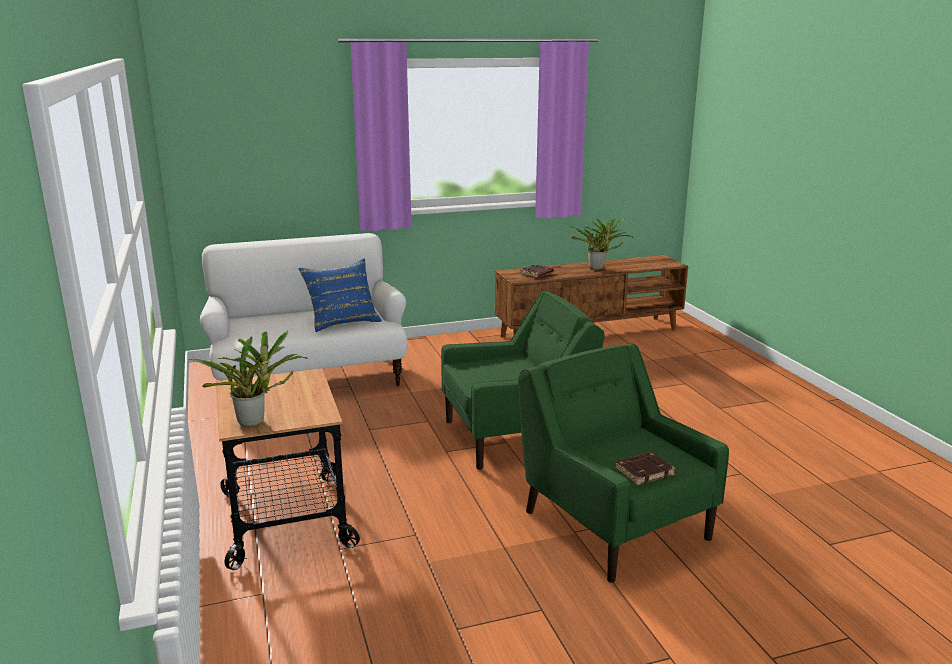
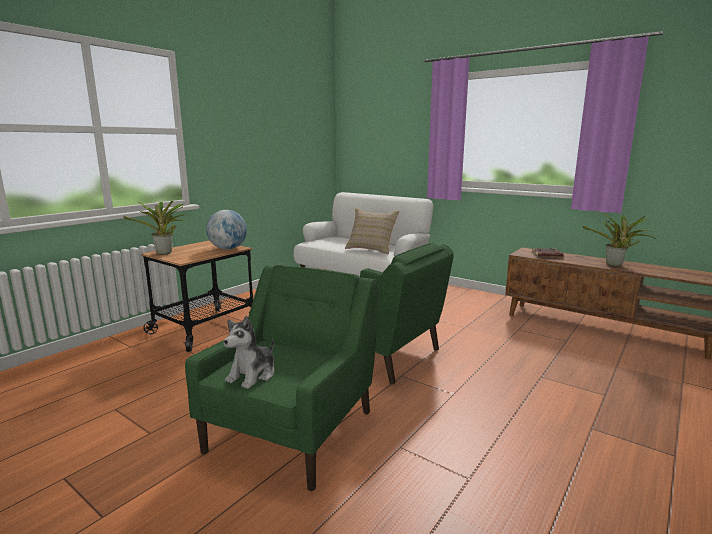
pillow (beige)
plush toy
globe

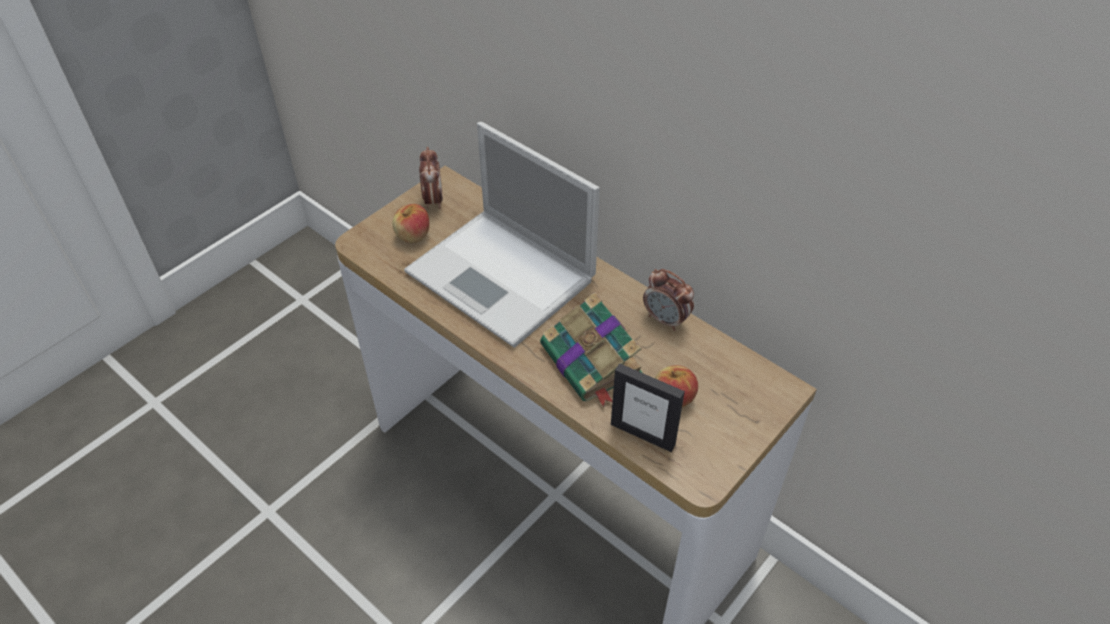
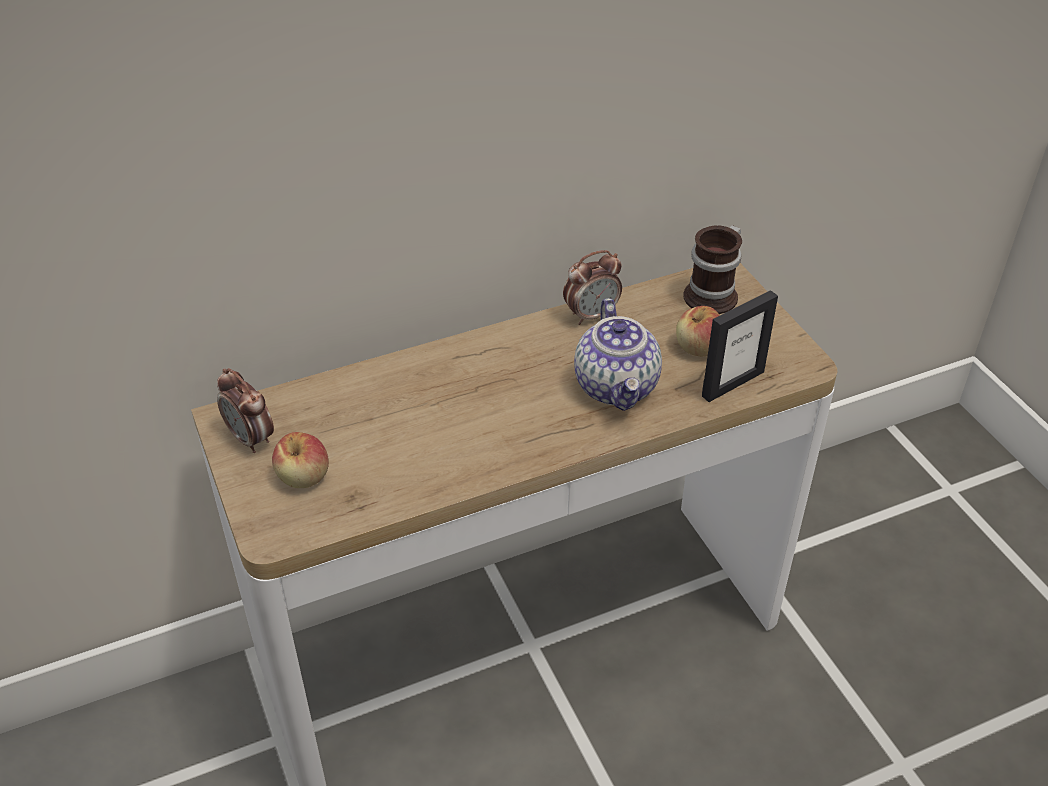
laptop
alarm clock (1st from left)
teapot
mug

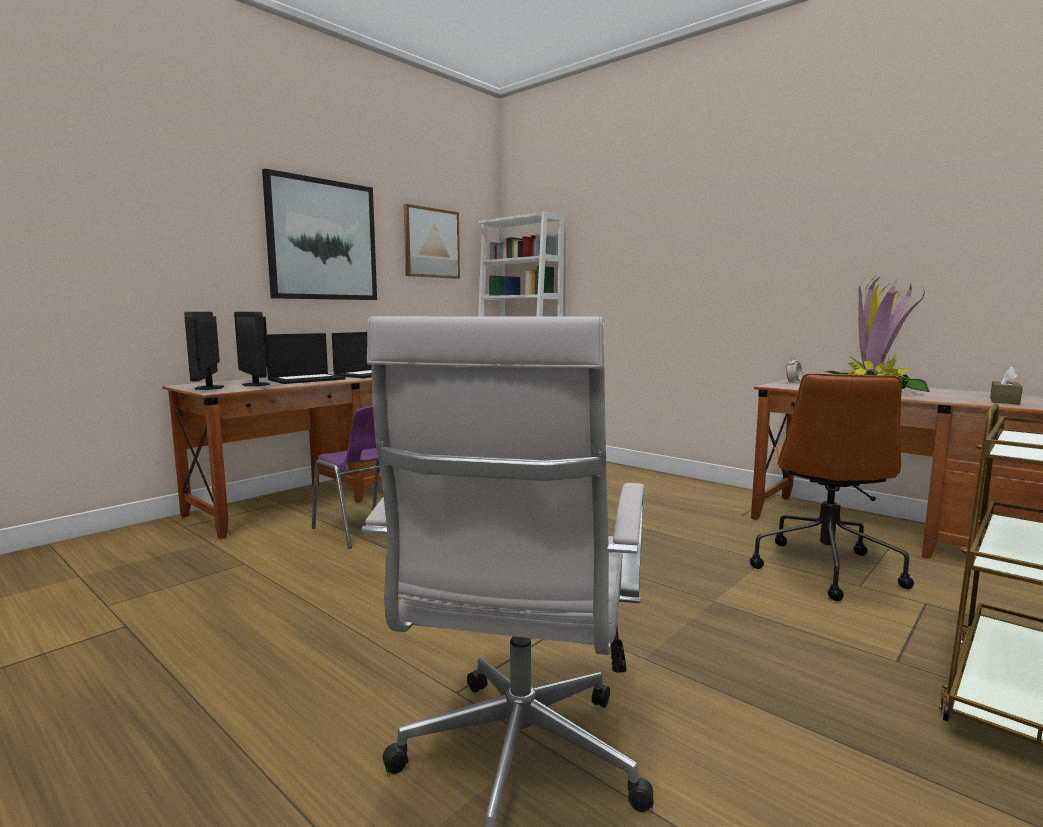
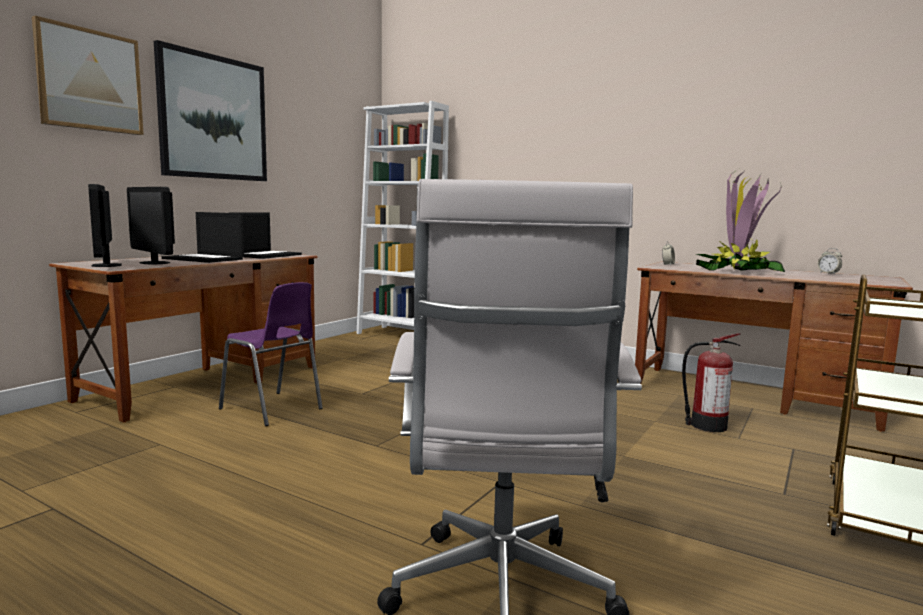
laptop (1st from left)
picture (1st from left)
fire extinguisher
tissue box (brown)
alarm clock (2nd from left)

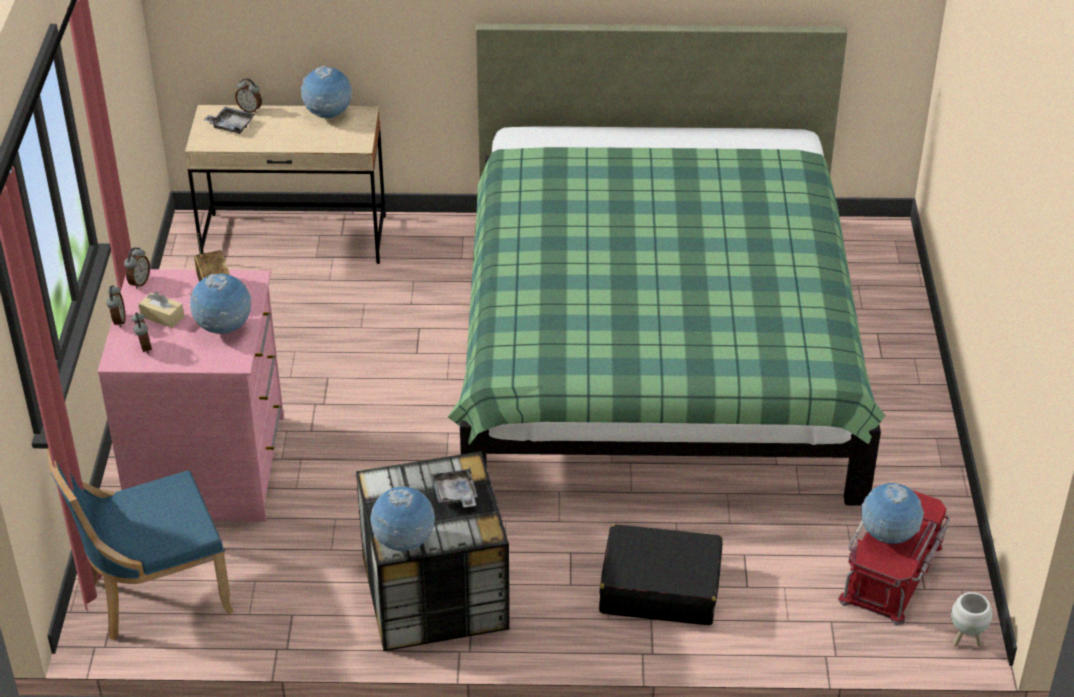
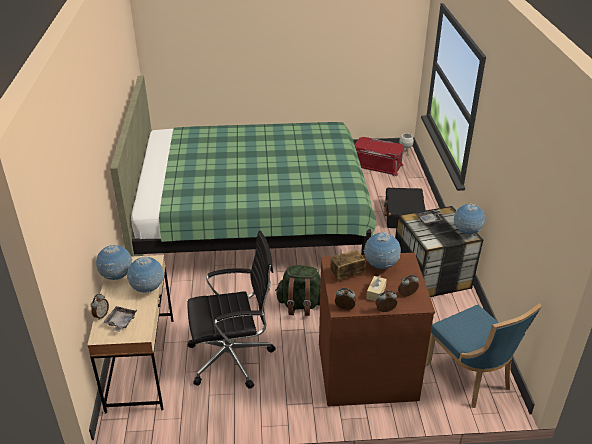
dresser (brown)
globe (2nd from left)
office chair (black)
backpack (green)

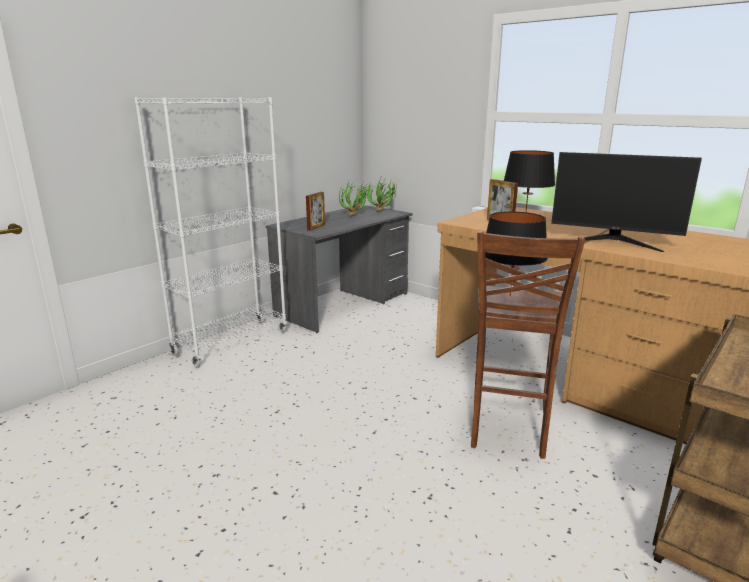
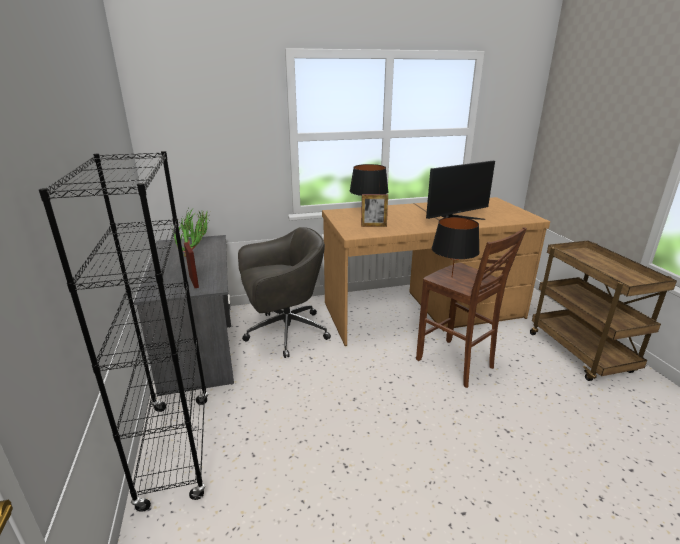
bookcase (black)
office chair (grey)

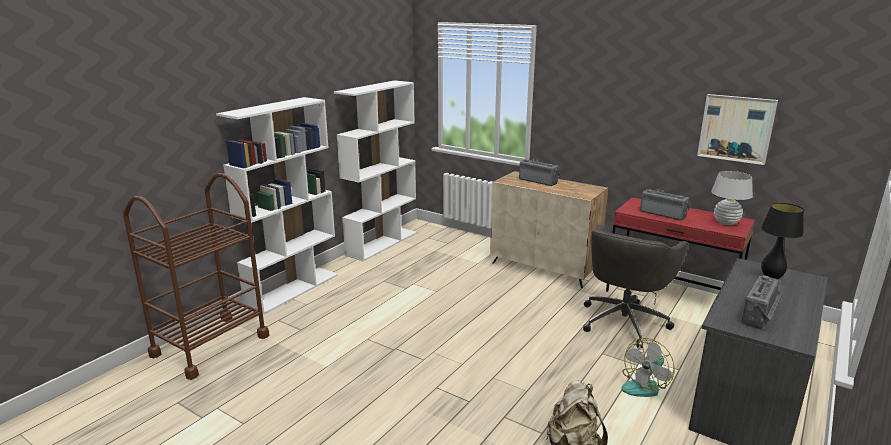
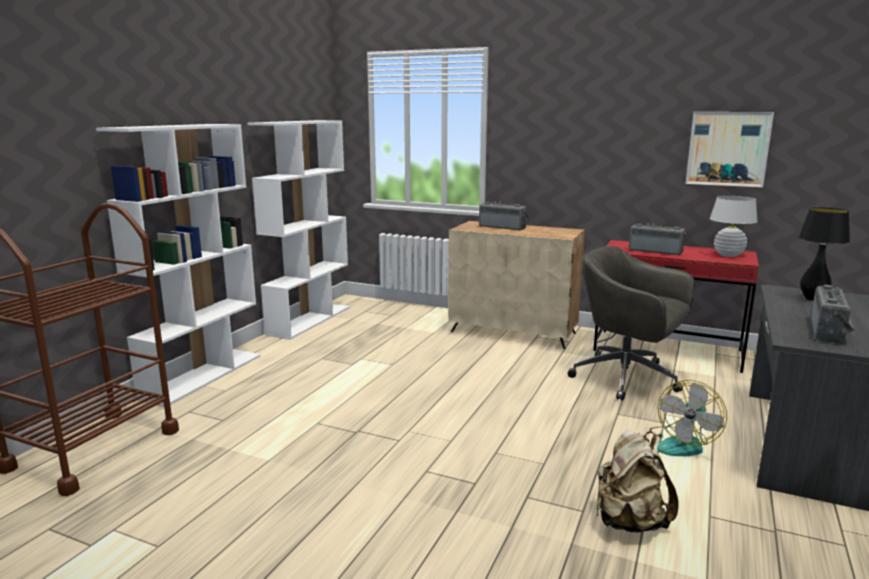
office chair (grey)

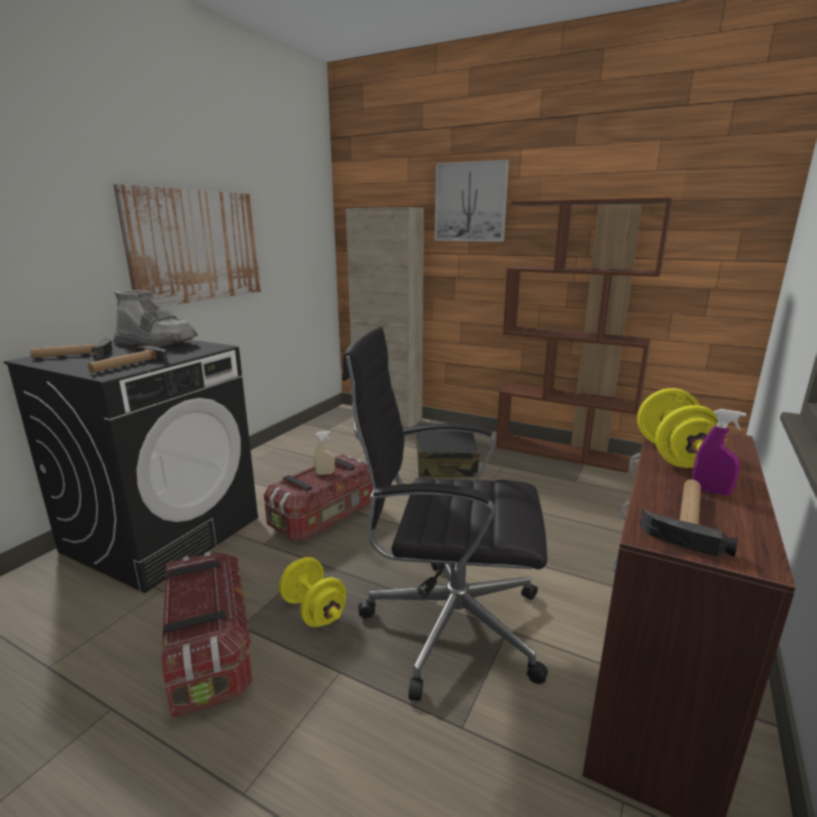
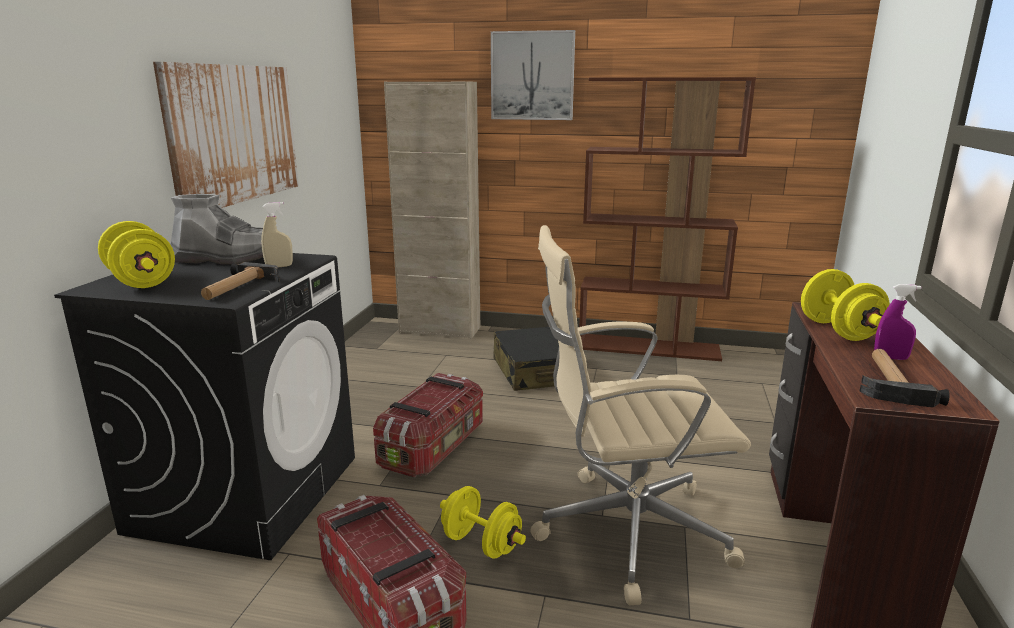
dumbbell (yellow) (1st from left)
spray bottle (beige)
office chair (beige)

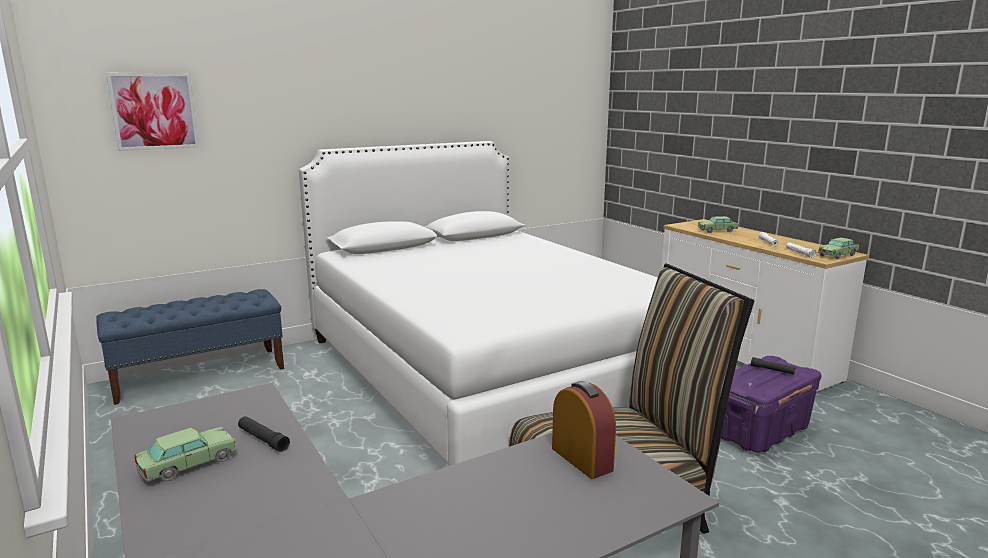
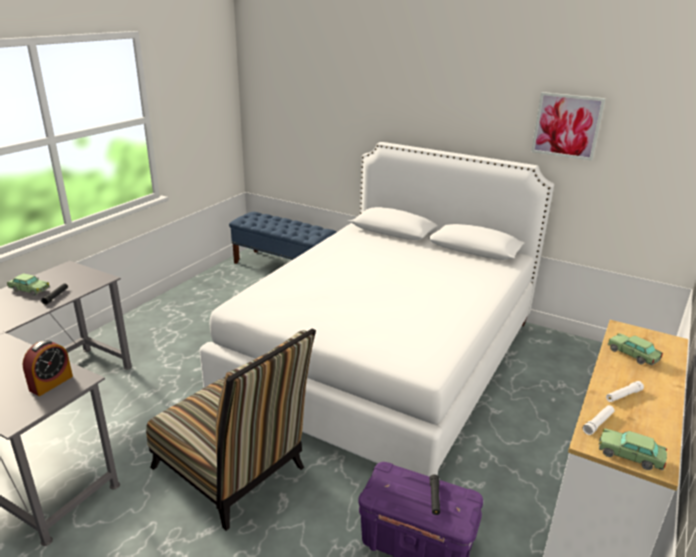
picture

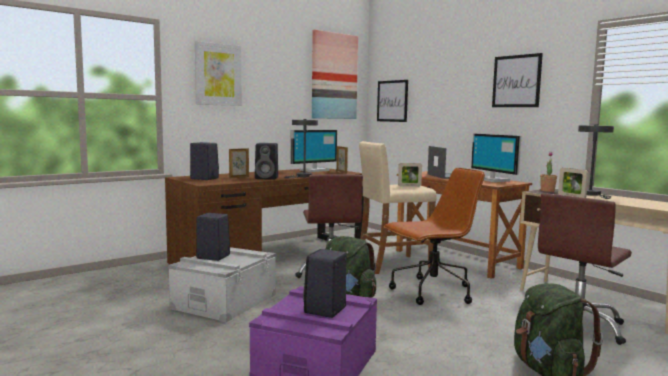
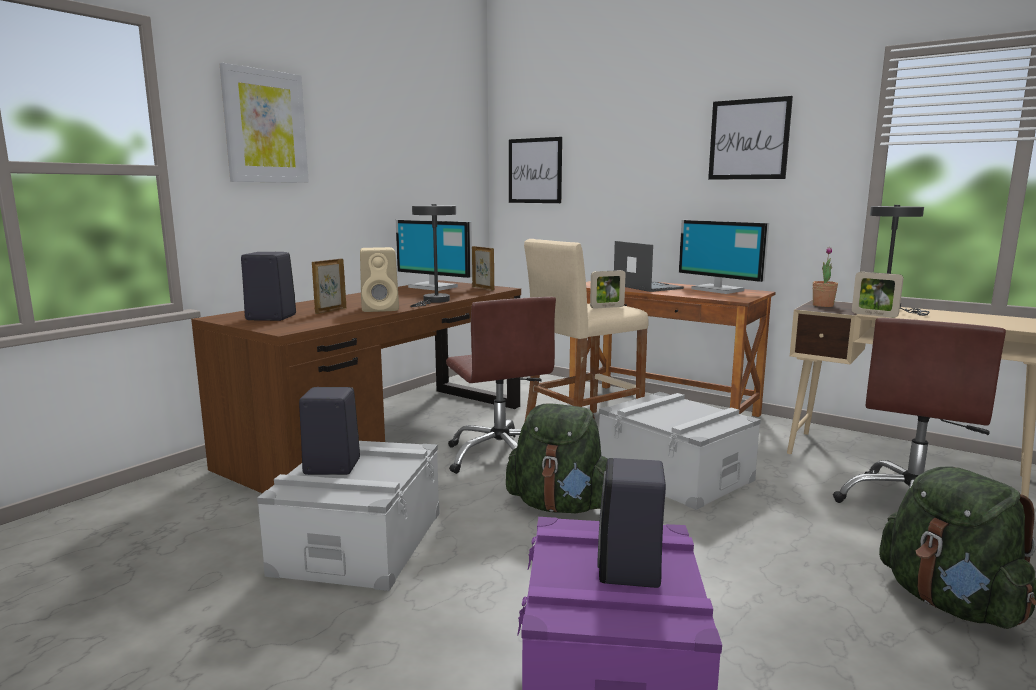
speaker (beige)
monitor (1st from left)
picture (2nd from left in the first image)
storage box (grey) (2nd from left)

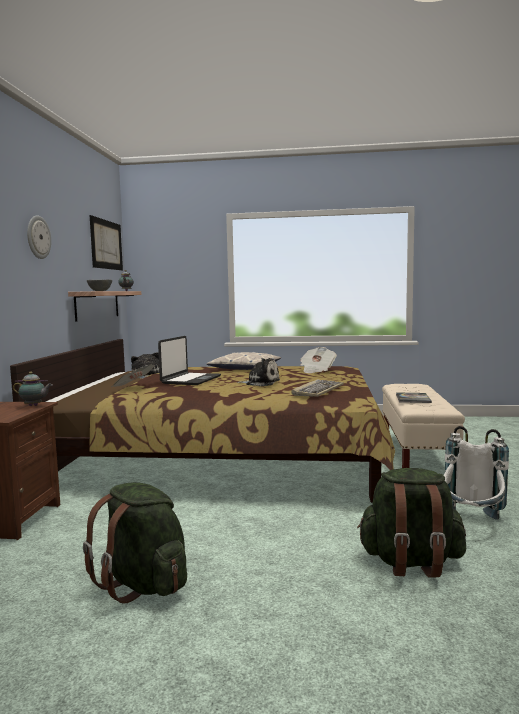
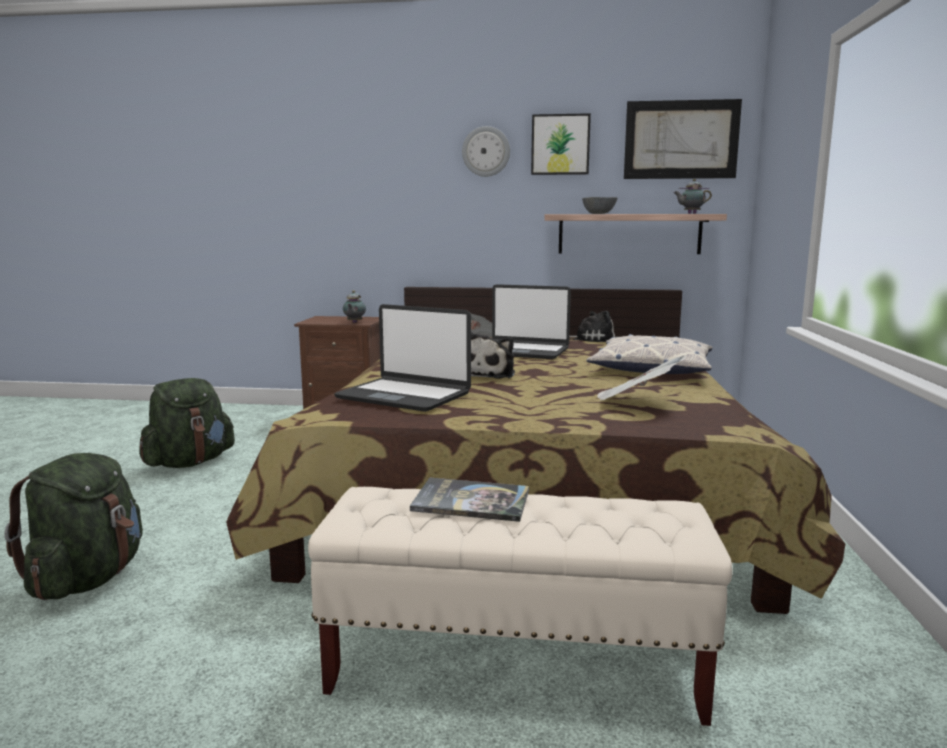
laptop (1st from left)
backpack (white)
picture (1st from left)

